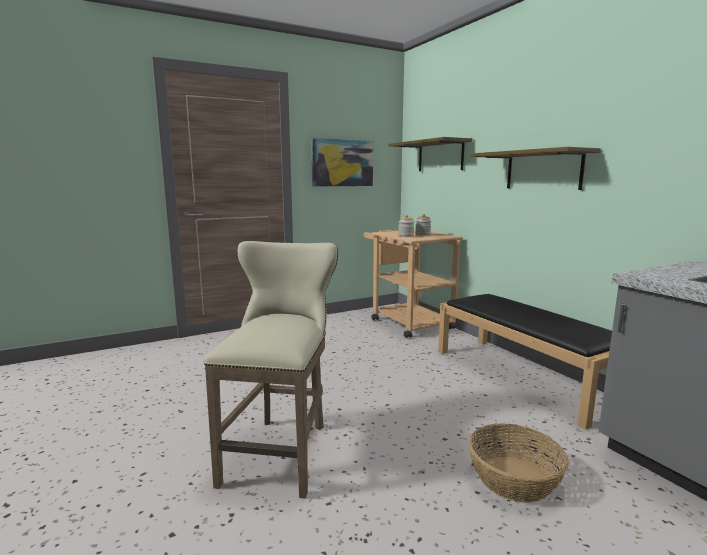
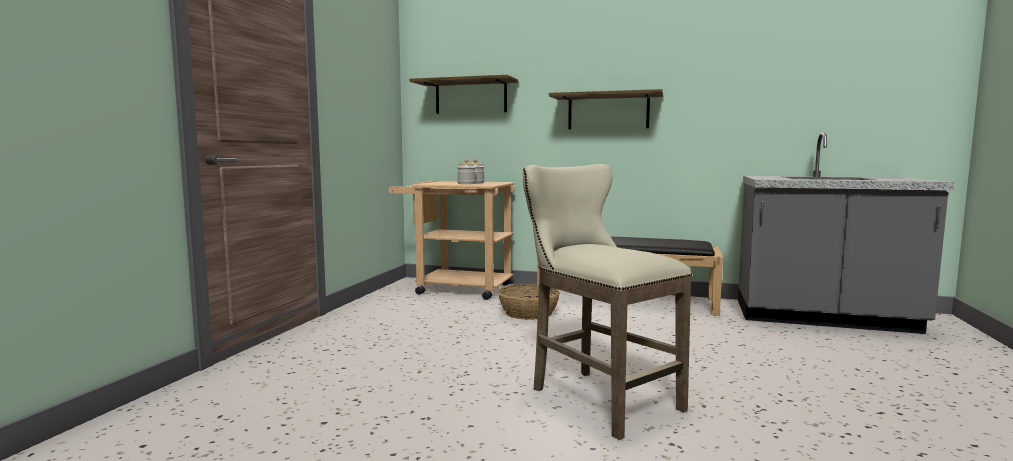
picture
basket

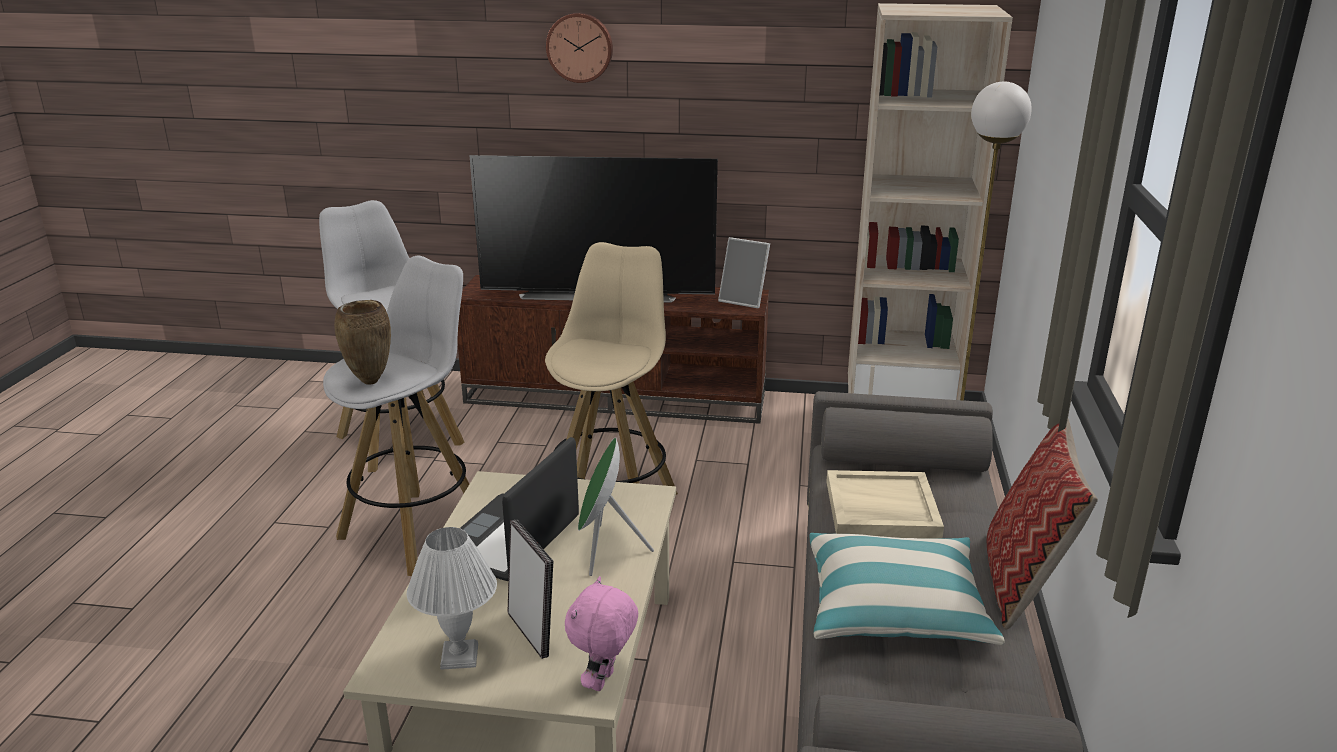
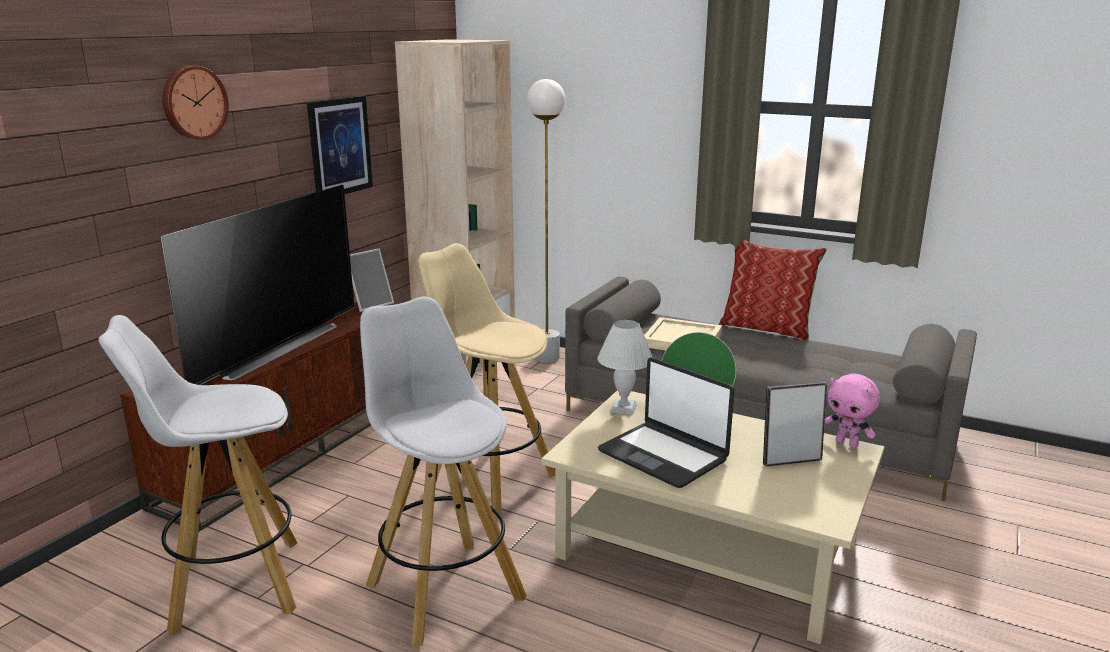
vase (brown)
table lamp (white)
pillow (1st from left in the first image)
picture

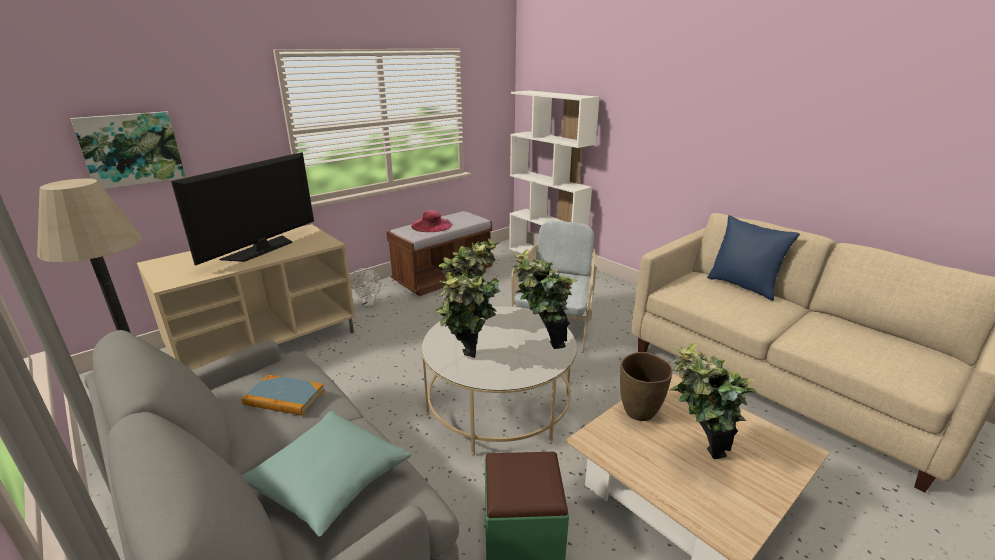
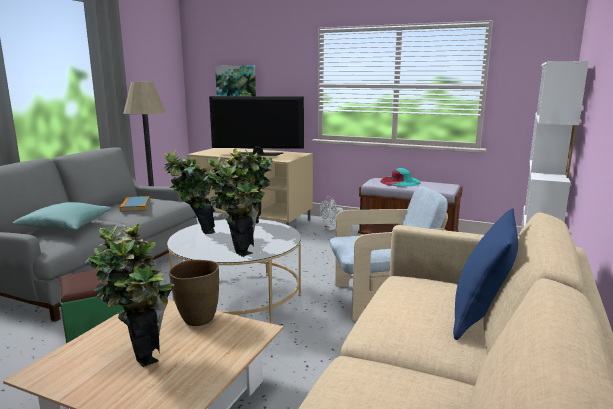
hat (turquoise)

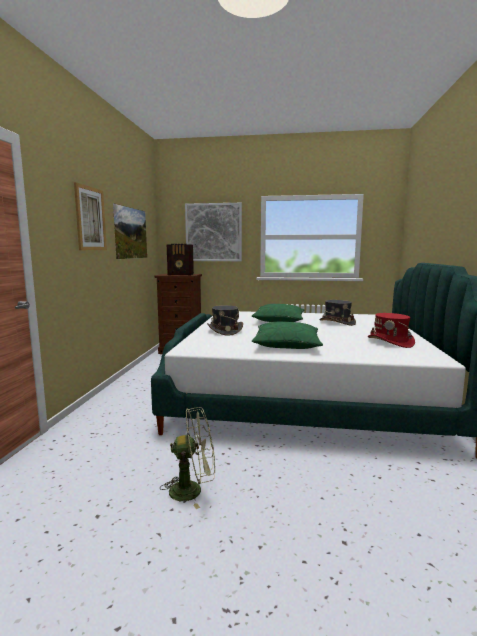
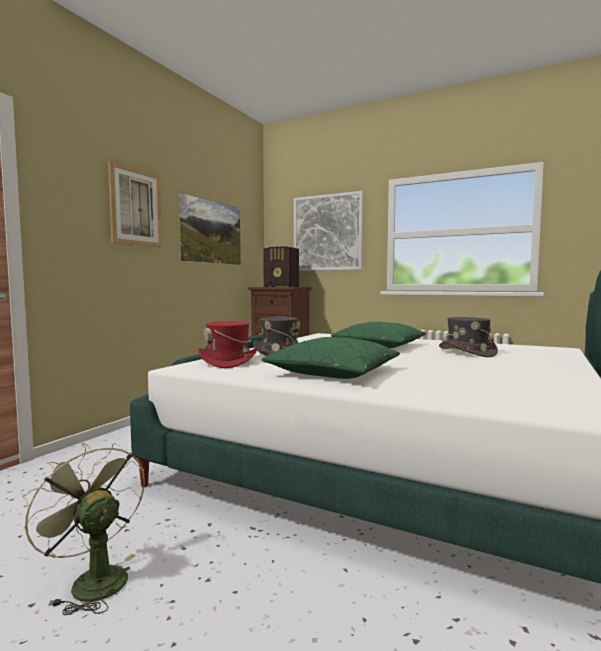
fan (green)
hat (red)

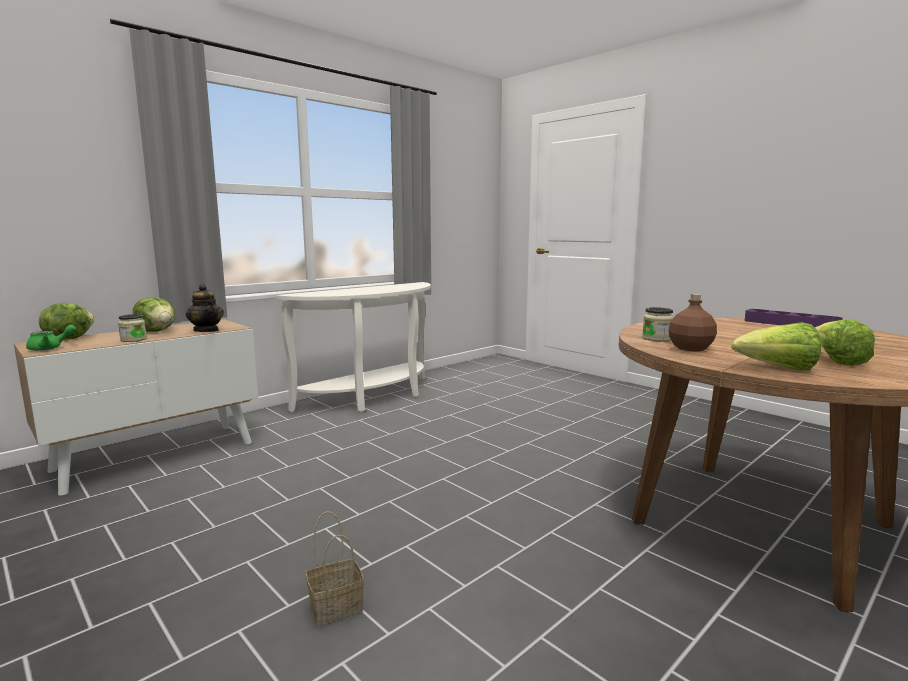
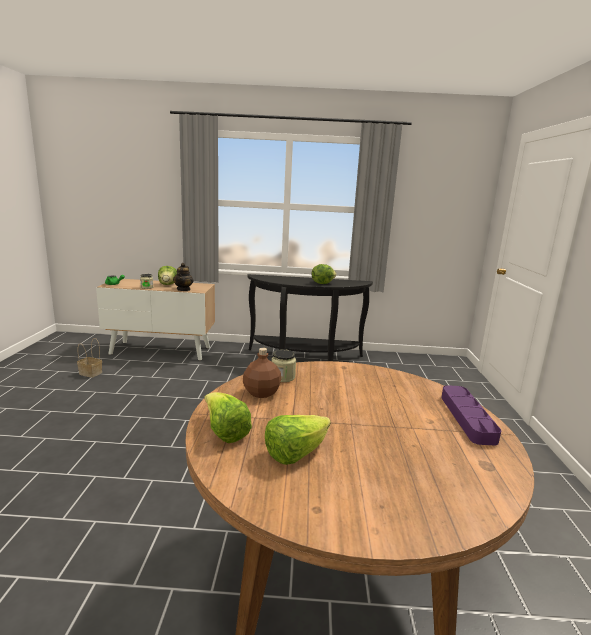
lettuce (4th from left)
console table (black)
basket

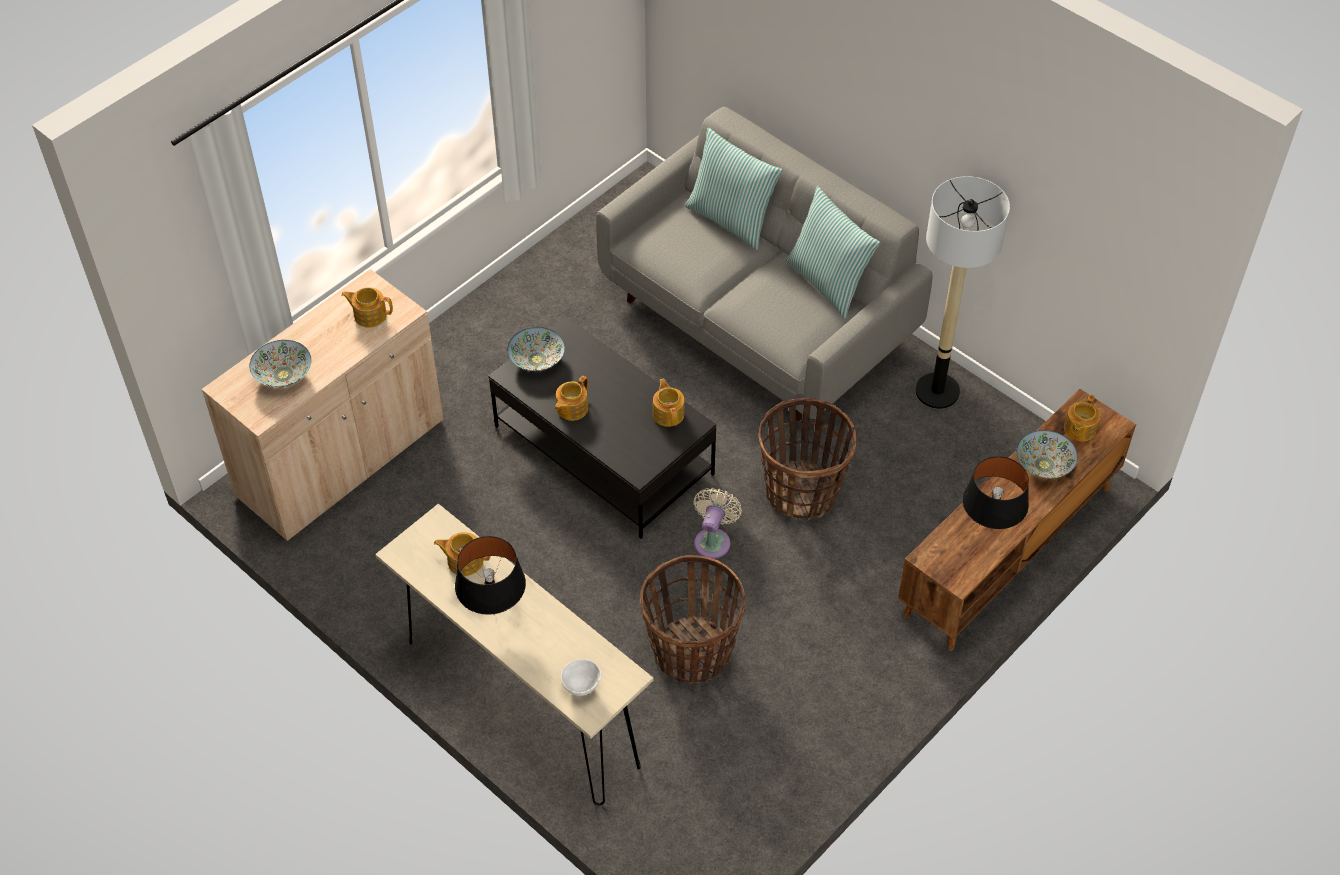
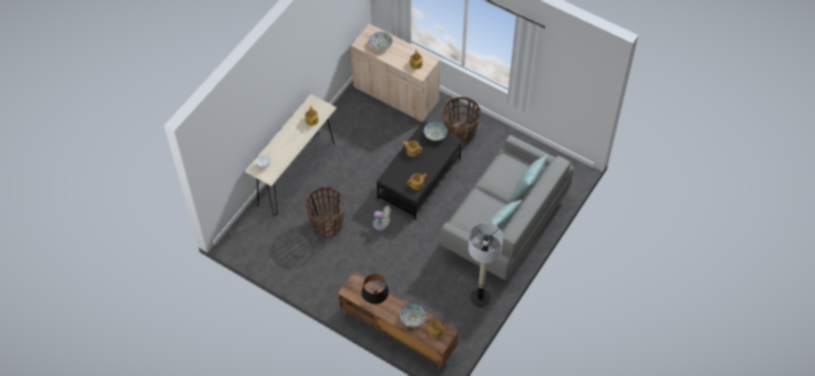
table lamp (black) (1st from left in the first image)
basket (2nd from left)

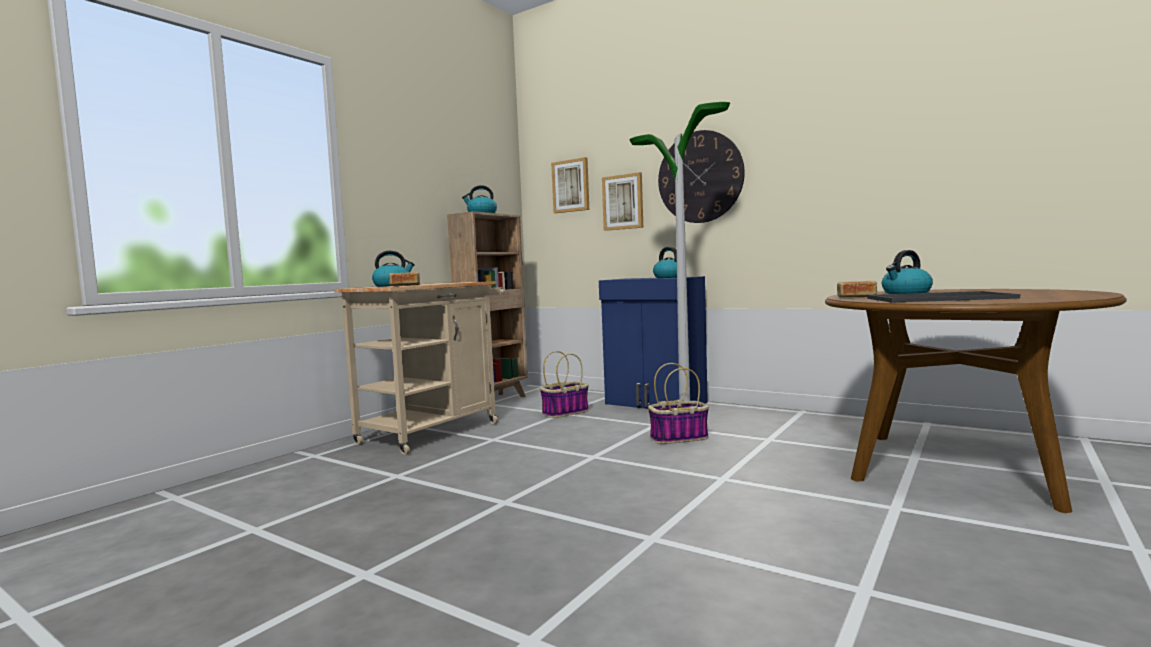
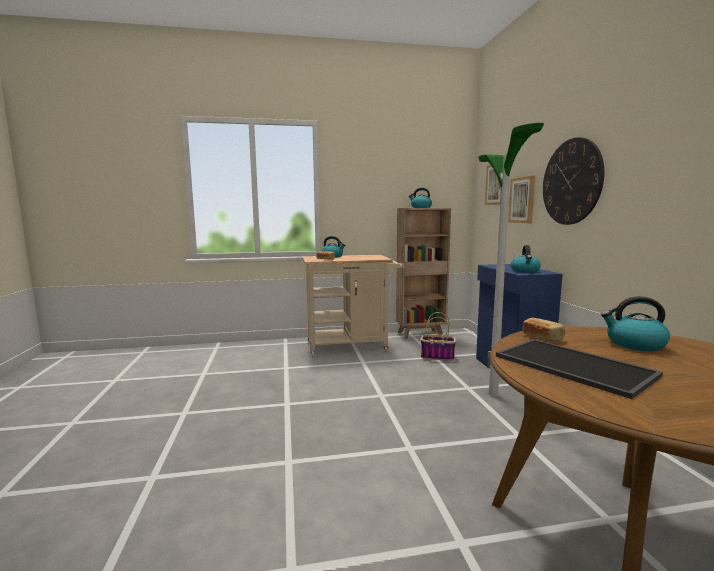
basket (2nd from left in the first image)

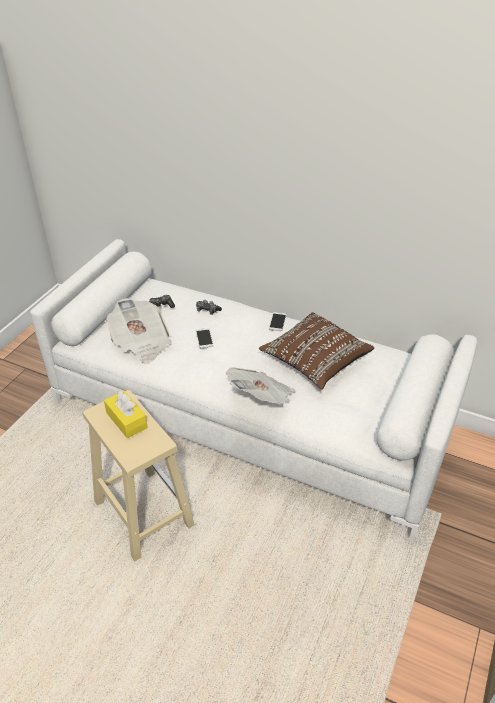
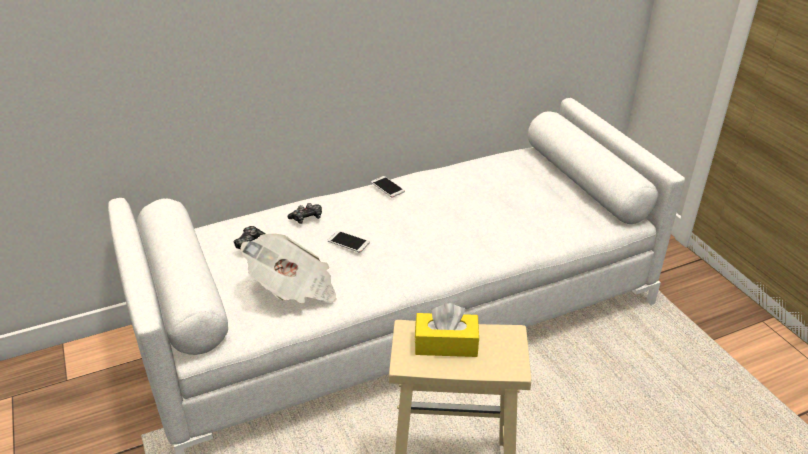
newspaper (2nd from left in the first image)
pillow (brown)

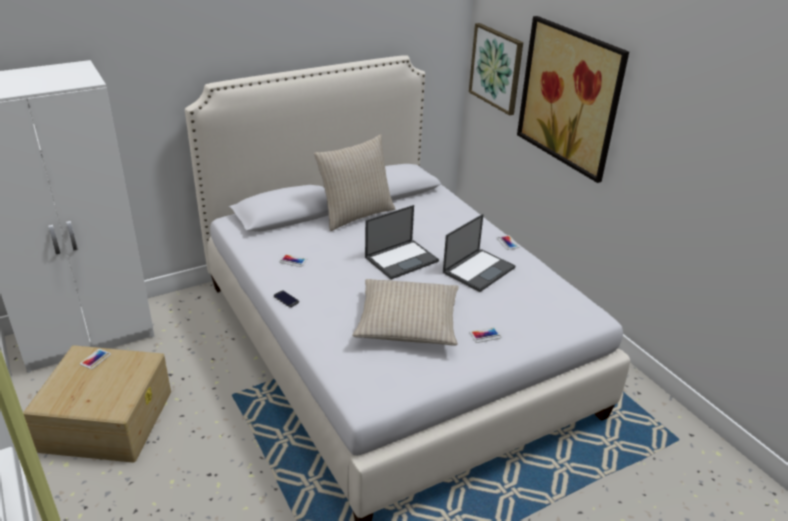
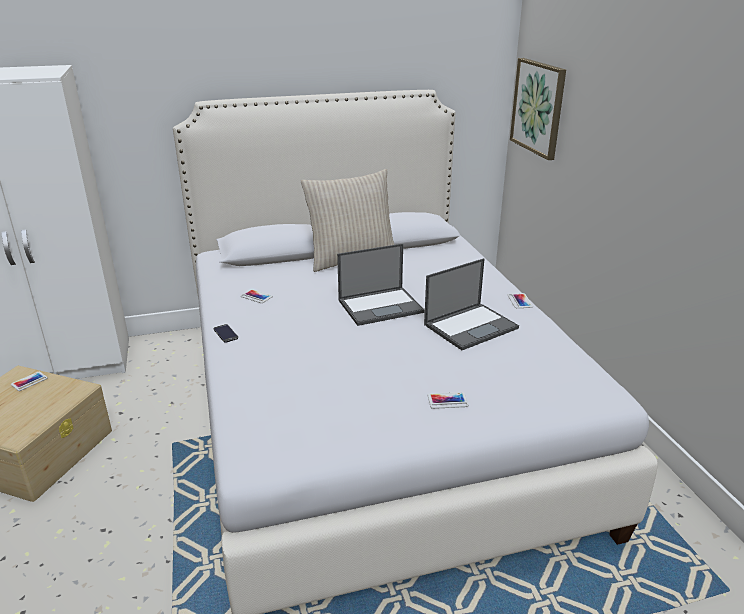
pillow (beige) (2nd from left in the first image)
picture (2nd from left in the first image)

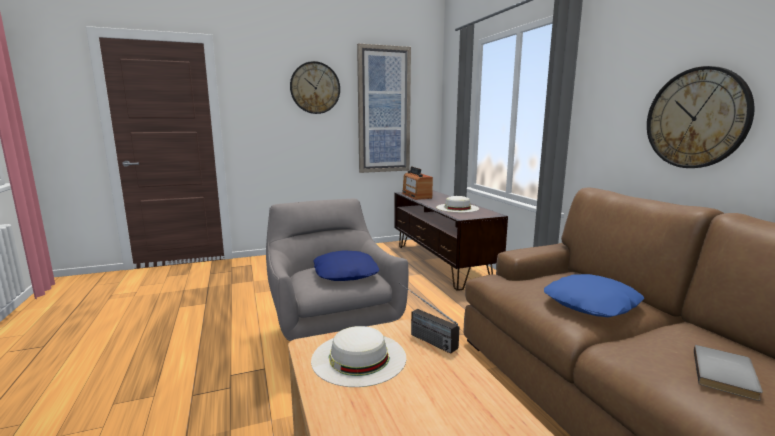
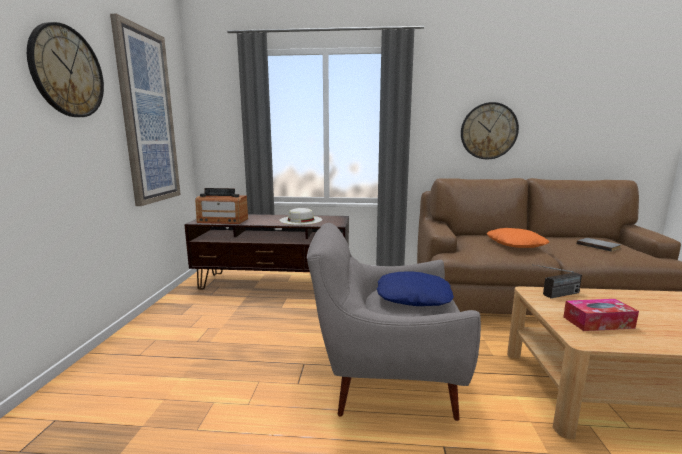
tissue box
pillow (orange)

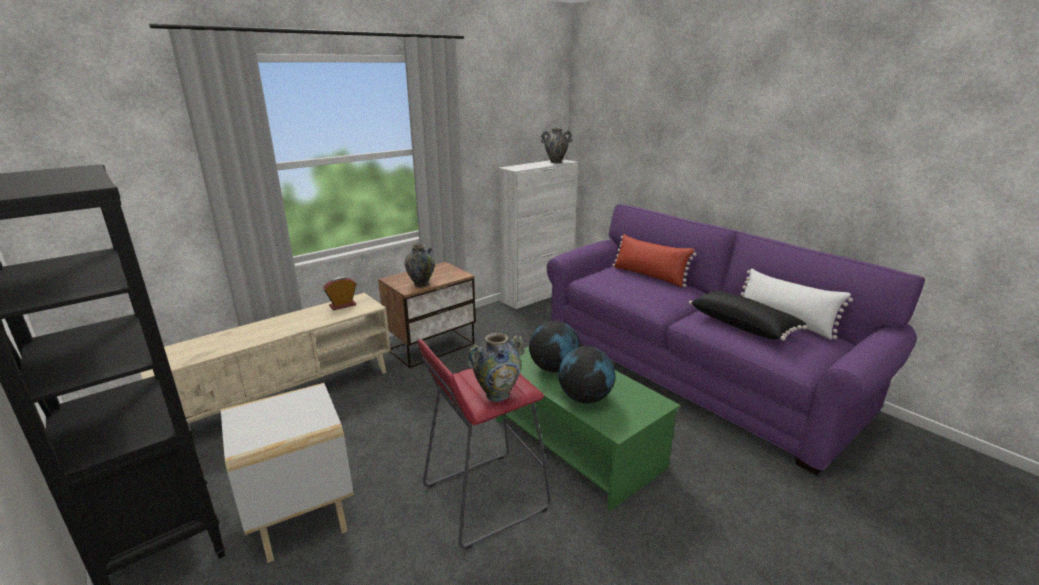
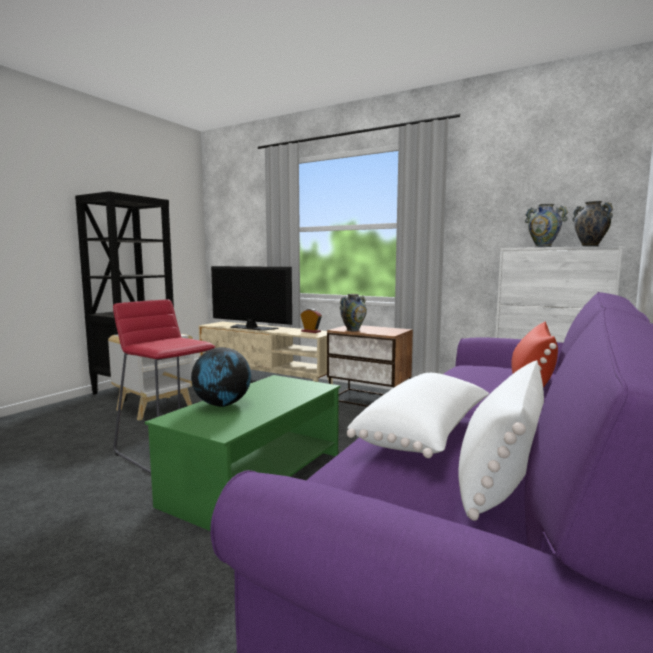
vase (2nd from left)
globe (1st from left in the first image)
pillow (white) (1st from left)
television

